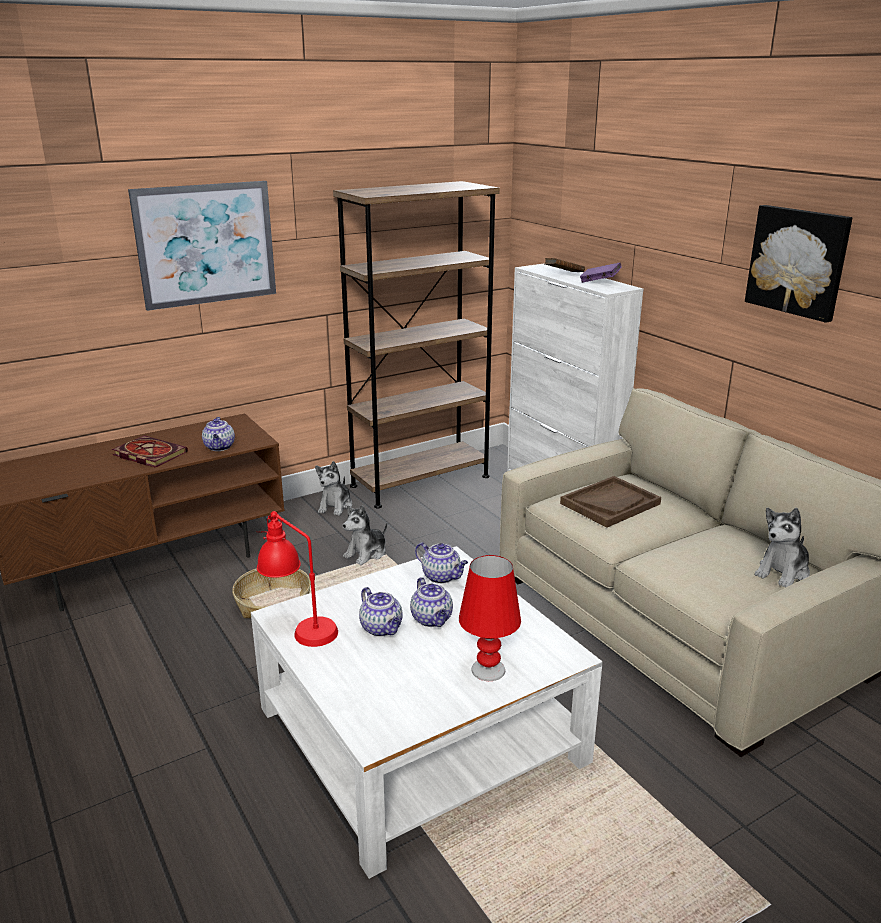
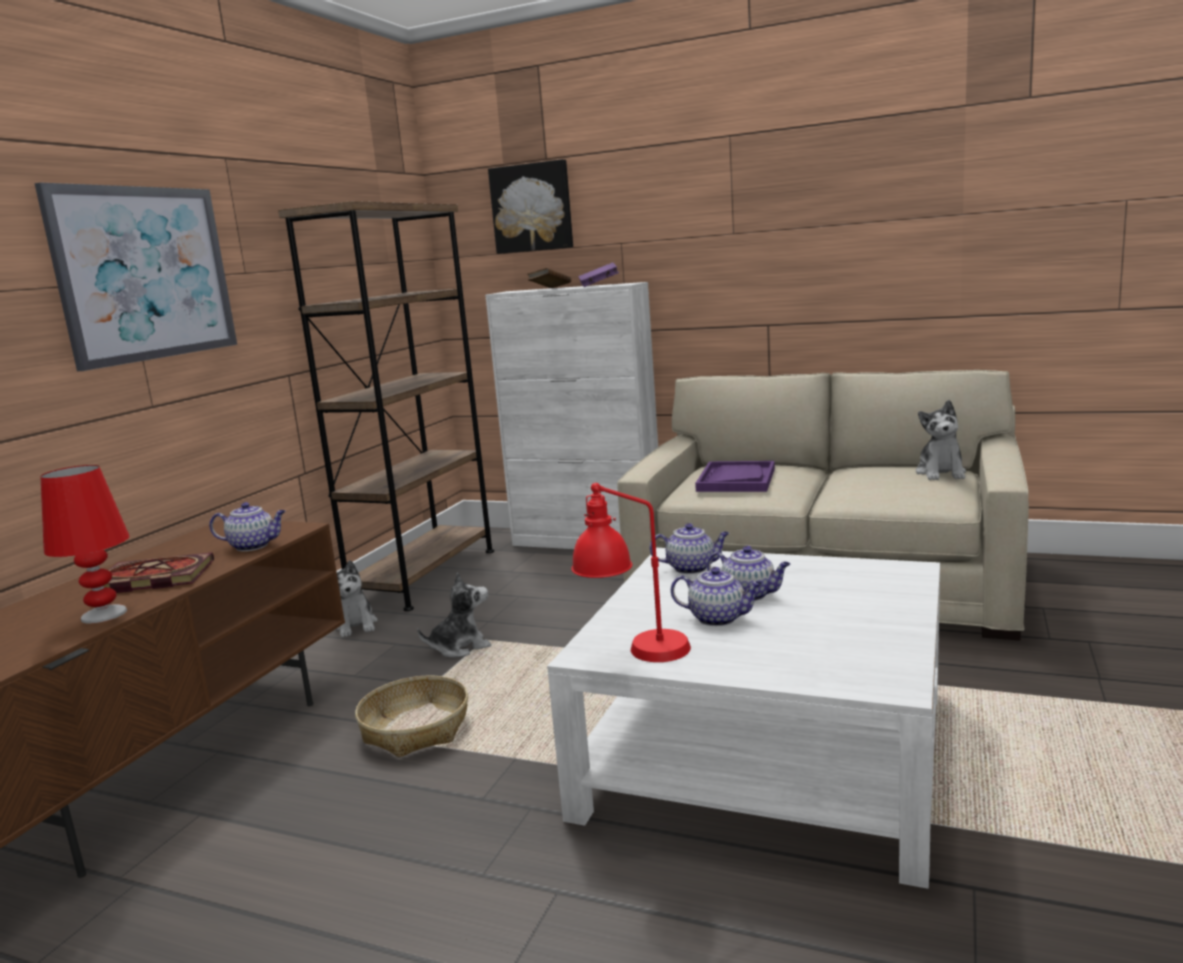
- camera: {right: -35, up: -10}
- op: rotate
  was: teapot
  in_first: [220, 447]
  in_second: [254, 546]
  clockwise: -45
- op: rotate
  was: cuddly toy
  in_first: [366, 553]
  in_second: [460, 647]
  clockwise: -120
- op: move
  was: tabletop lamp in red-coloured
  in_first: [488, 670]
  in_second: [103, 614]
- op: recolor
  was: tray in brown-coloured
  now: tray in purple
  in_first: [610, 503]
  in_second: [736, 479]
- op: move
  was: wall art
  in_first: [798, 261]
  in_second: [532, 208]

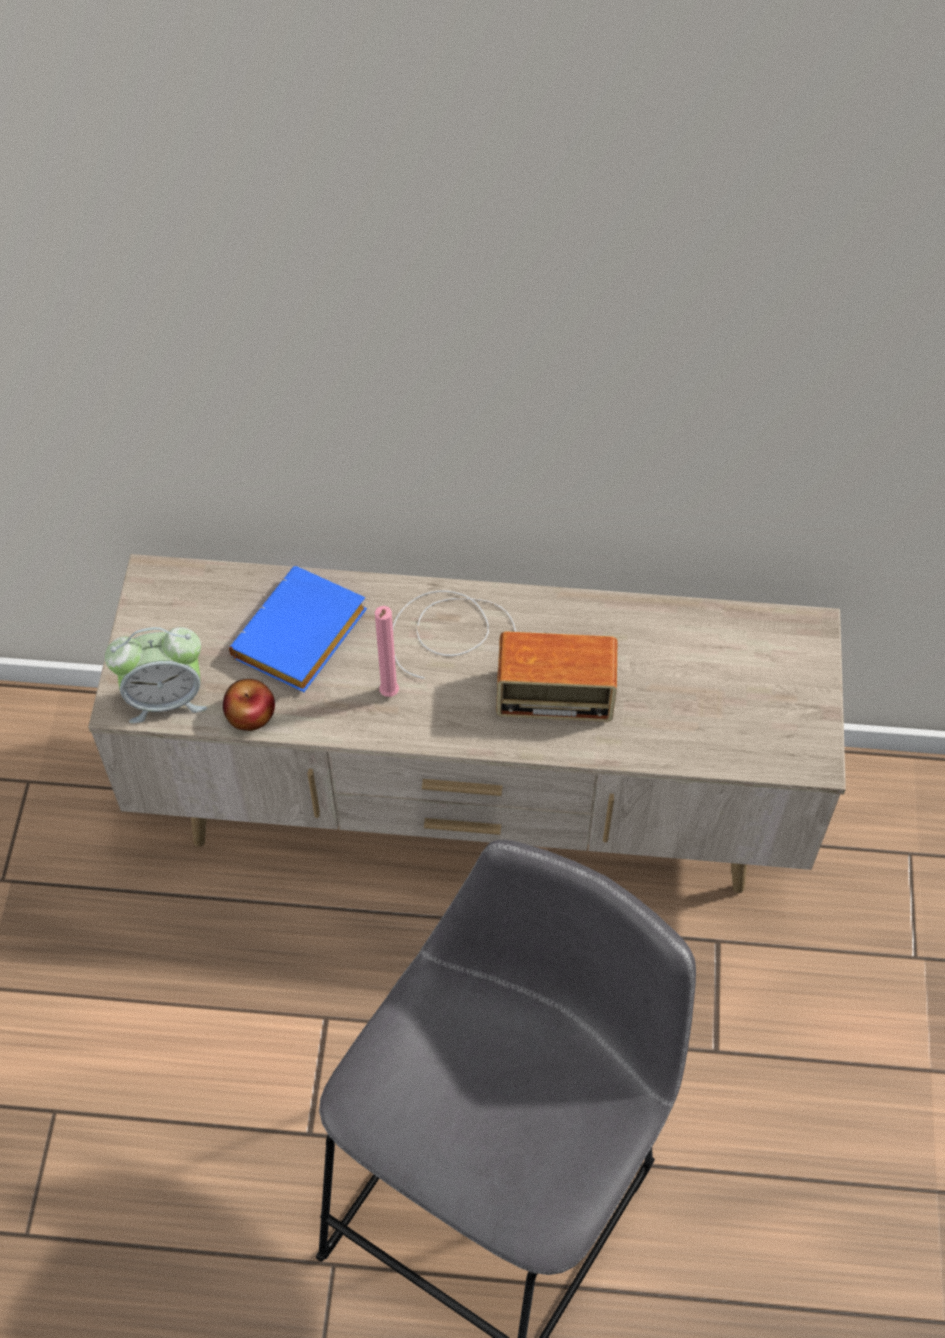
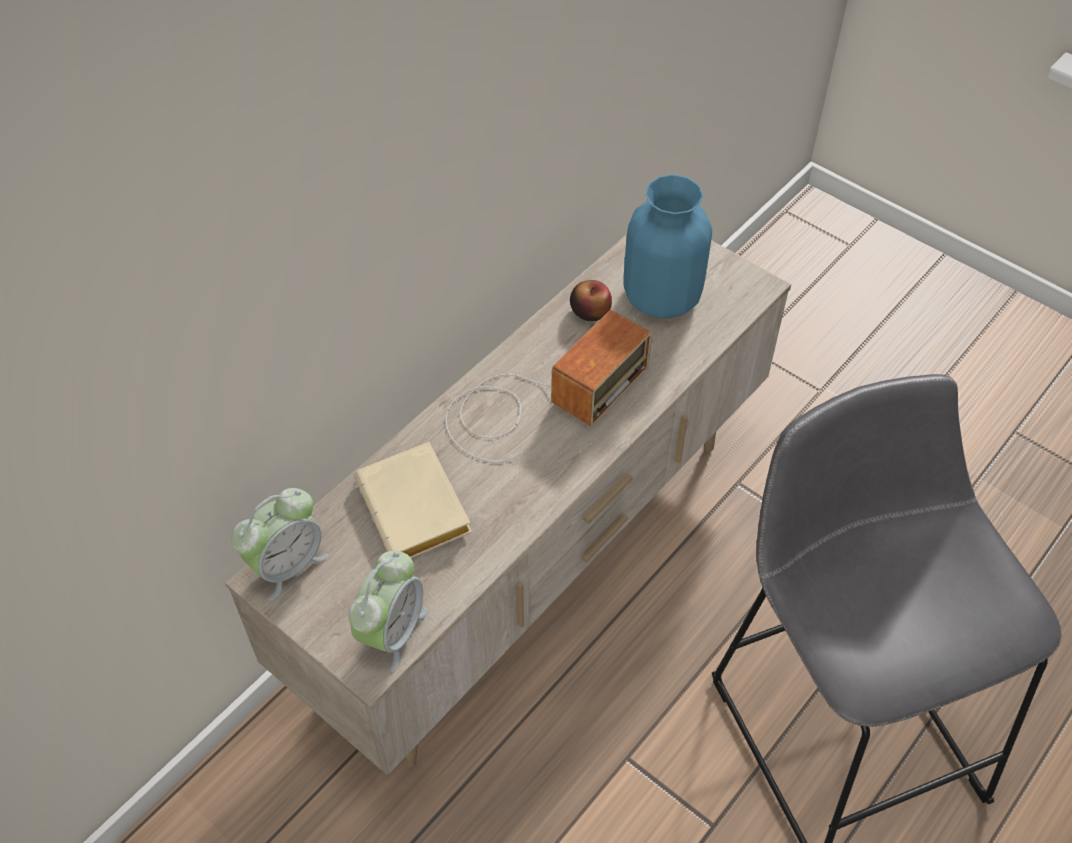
- camera: {right: -55, up: -5}
- op: move
  was: apple fruit
  in_first: [251, 715]
  in_second: [590, 311]
- op: recolor
  was: bound book in bluish
  now: bound book in beige
  in_first: [301, 640]
  in_second: [418, 510]
- op: delete
  was: wax candle in pink
  in_first: [388, 695]
- op: insert
  now: table clock
  in_second: [287, 565]
- op: insert
  now: flower vase in bluish
  in_second: [662, 297]

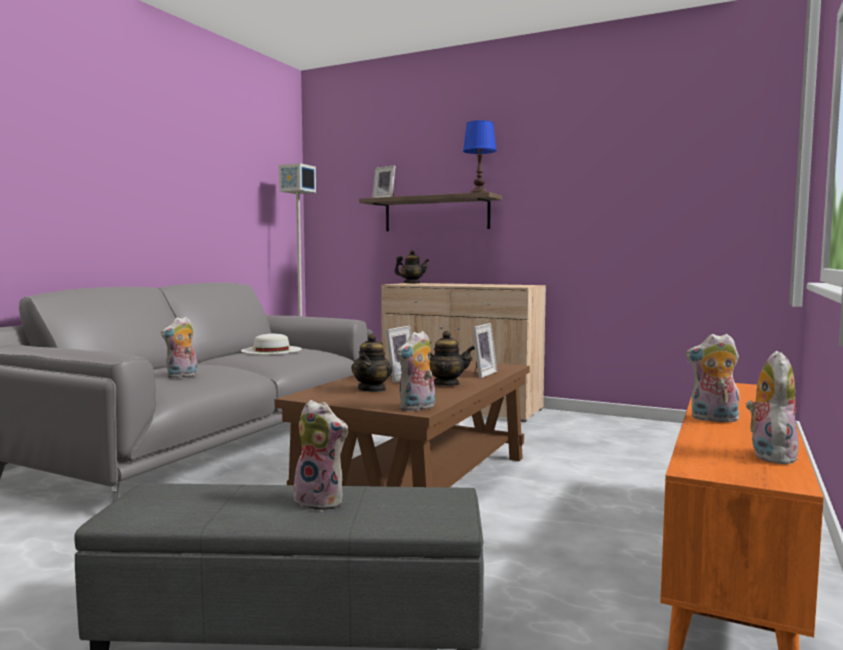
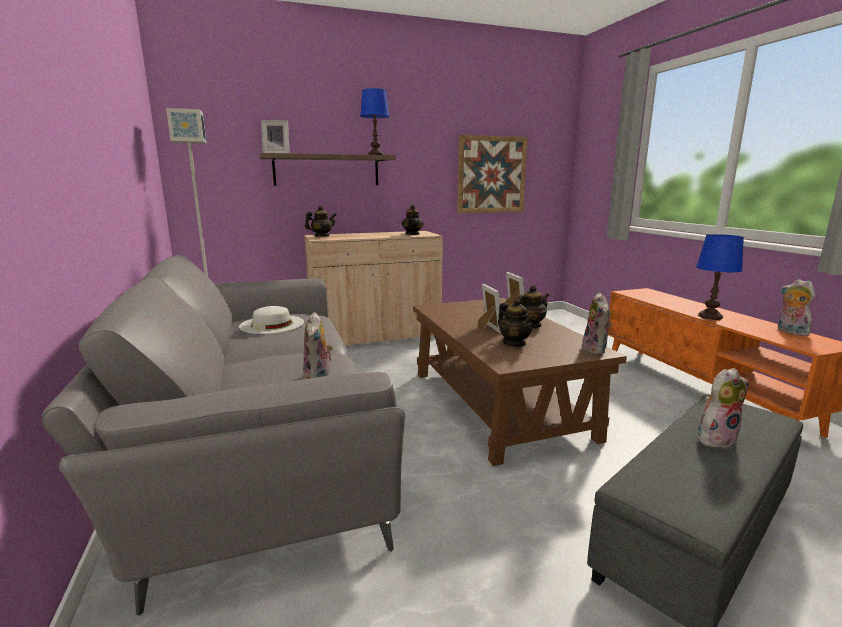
- camera: {right: -45, up: 10}
- op: replace
  was: cuddly toy
  now: tabletop lamp in bluish
  in_first: [713, 419]
  in_second: [710, 316]
- op: insert
  now: teapot
  in_second: [412, 234]
- op: insert
  now: wall art
  in_second: [491, 175]

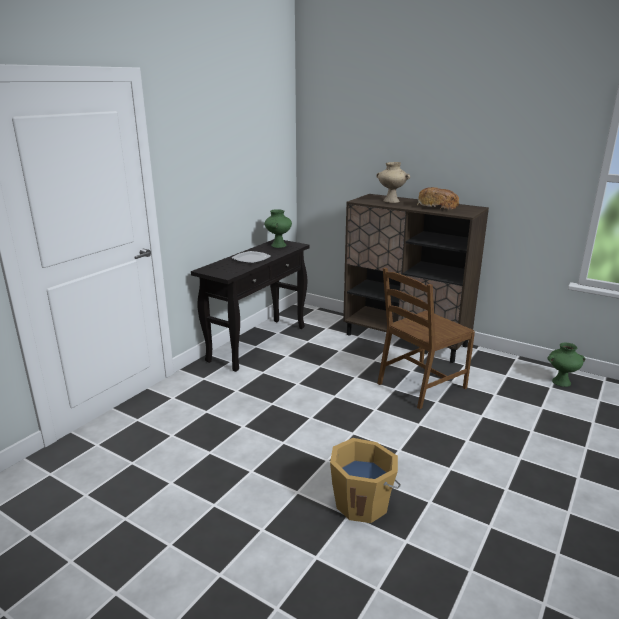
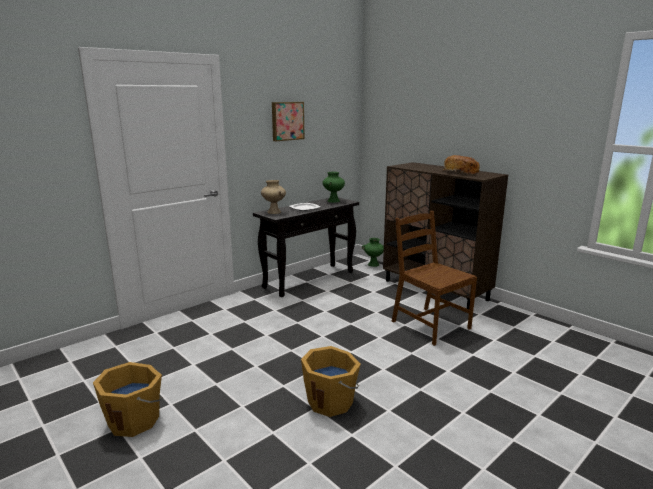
- camera: {right: 15, up: -5}
- op: move
  was: flower vase in beige
  in_first: [390, 201]
  in_second: [273, 212]
- op: rotate
  was: plain chair in brown-coloured
  in_first: [420, 386]
  in_second: [429, 325]
  clockwise: 75
- op: move
  was: flower vase in greenish
  in_first: [561, 382]
  in_second: [373, 264]
- op: insert
  now: pail in orangey
  in_second: [135, 420]
- op: insert
  now: wall art
  in_second: [287, 121]

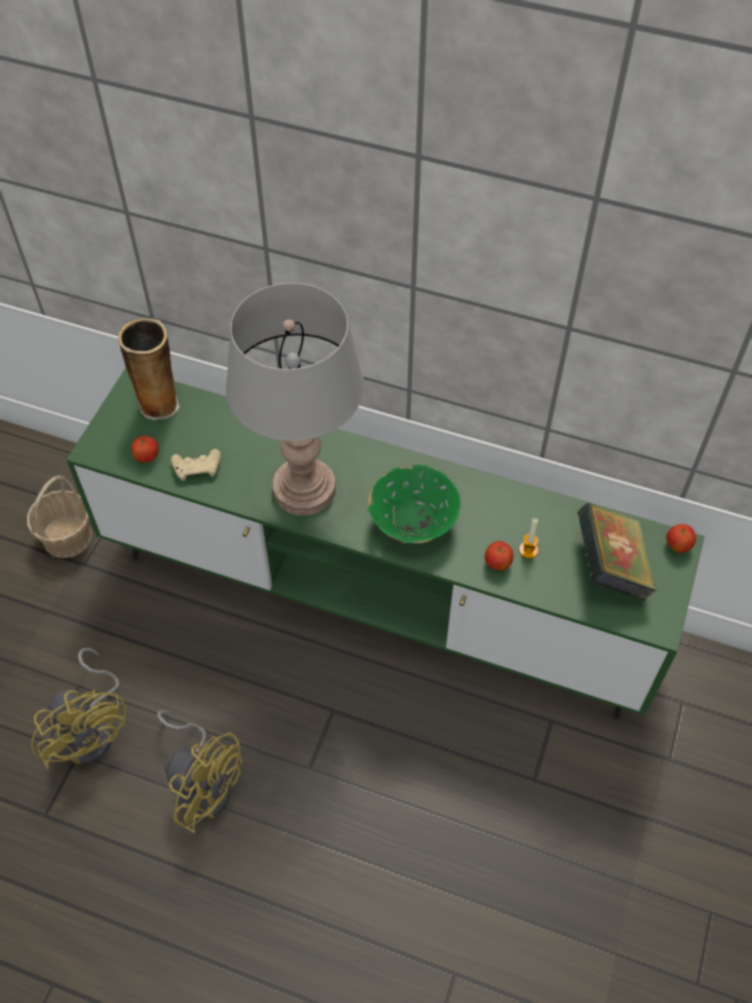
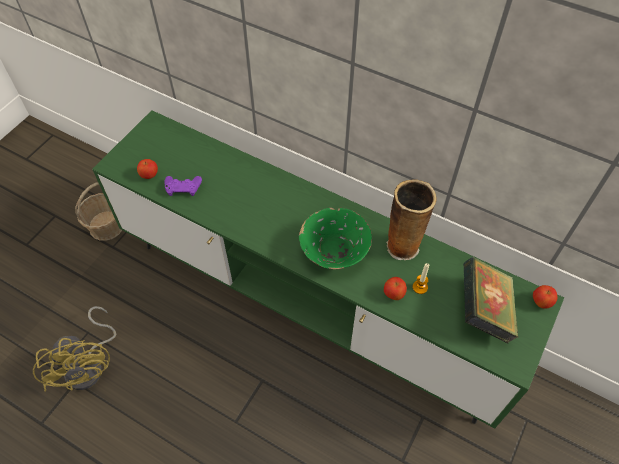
- camera: {right: 10, up: 0}
- op: move
  was: flower vase
  in_first: [160, 404]
  in_second: [403, 246]
- op: delete
  was: electric fan in yellow
  in_first: [203, 782]
- op: recolor
  was: joypad in beige
  now: joypad in purple
  in_first: [197, 467]
  in_second: [183, 188]
- op: delete
  was: tabletop lamp in grey
  in_first: [304, 489]

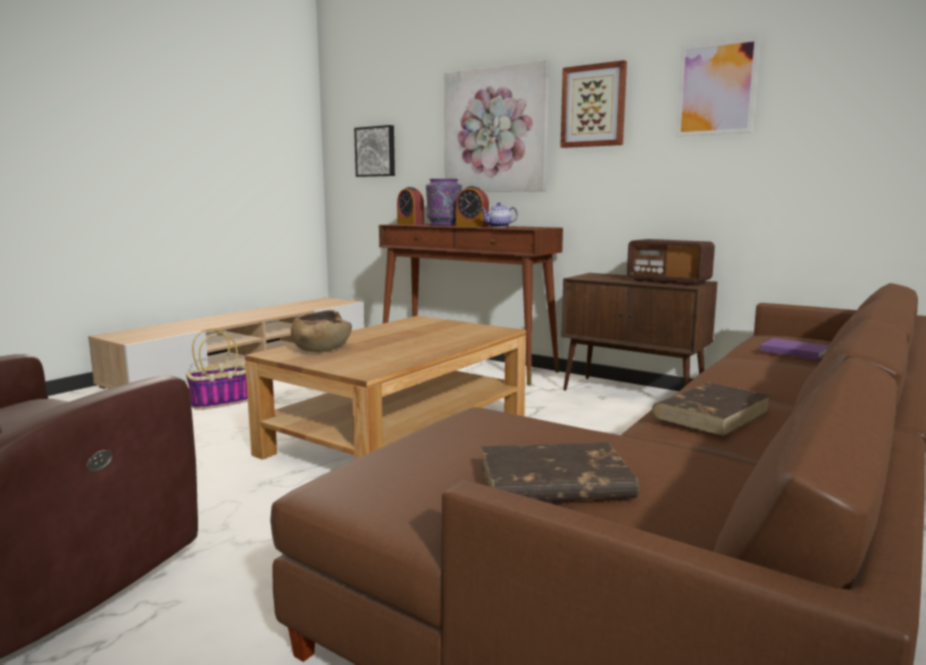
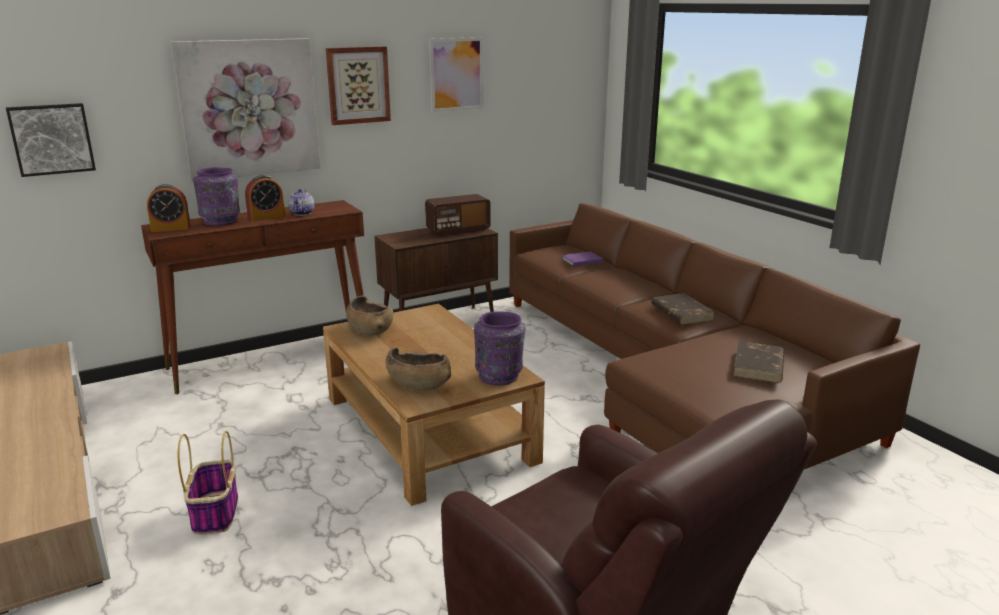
- camera: {right: -65, up: 10}
- op: insert
  now: bowl in brown-coloured
  in_second: [370, 329]
- op: insert
  now: flower vase in purple
  in_second: [500, 376]

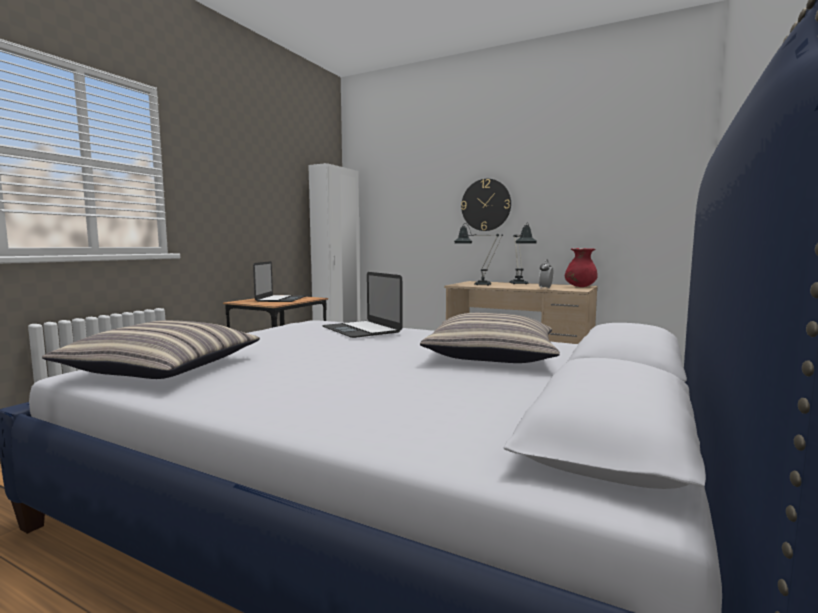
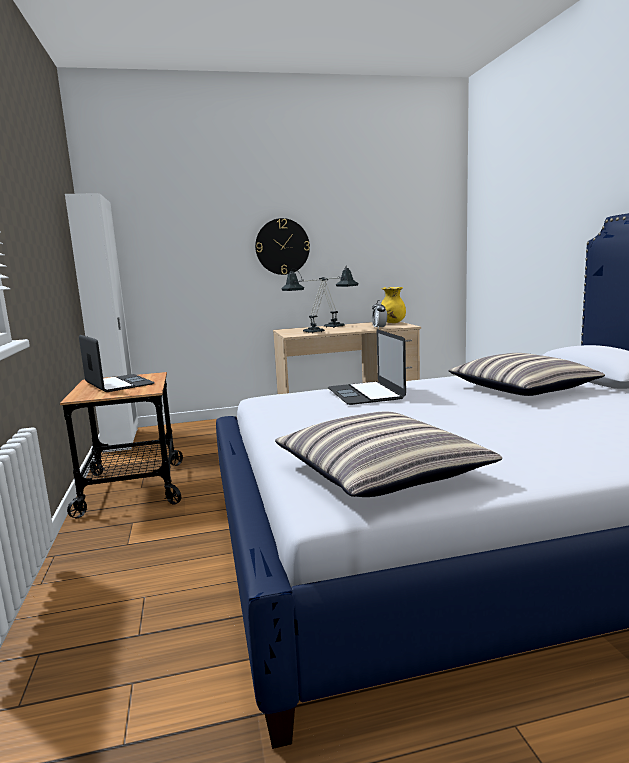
- camera: {right: -40, up: 5}
- op: rotate
  was: laptop
  in_first: [361, 329]
  in_second: [365, 393]
  clockwise: 60
- op: recolor
  was: flower vase in red-coloured
  now: flower vase in yellow
  in_first: [580, 287]
  in_second: [392, 323]

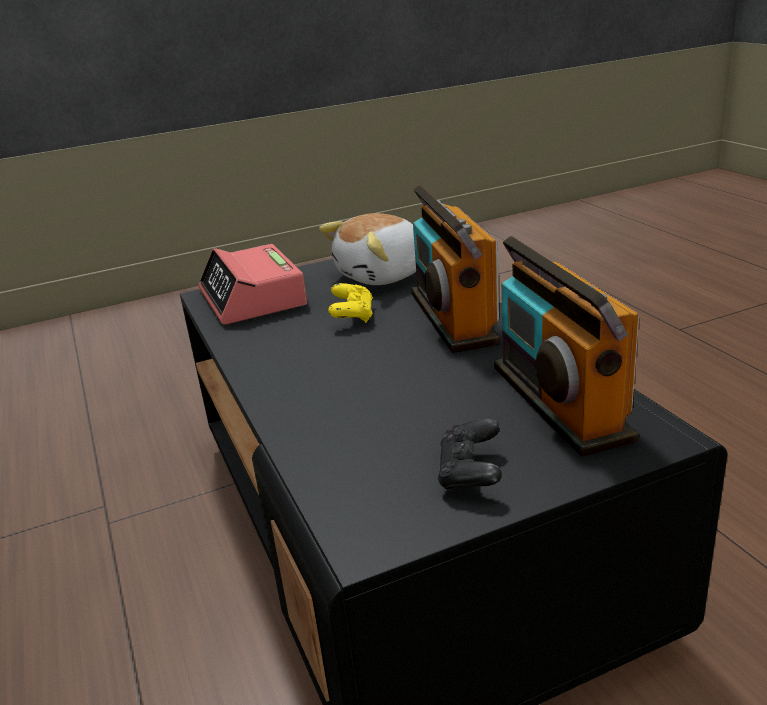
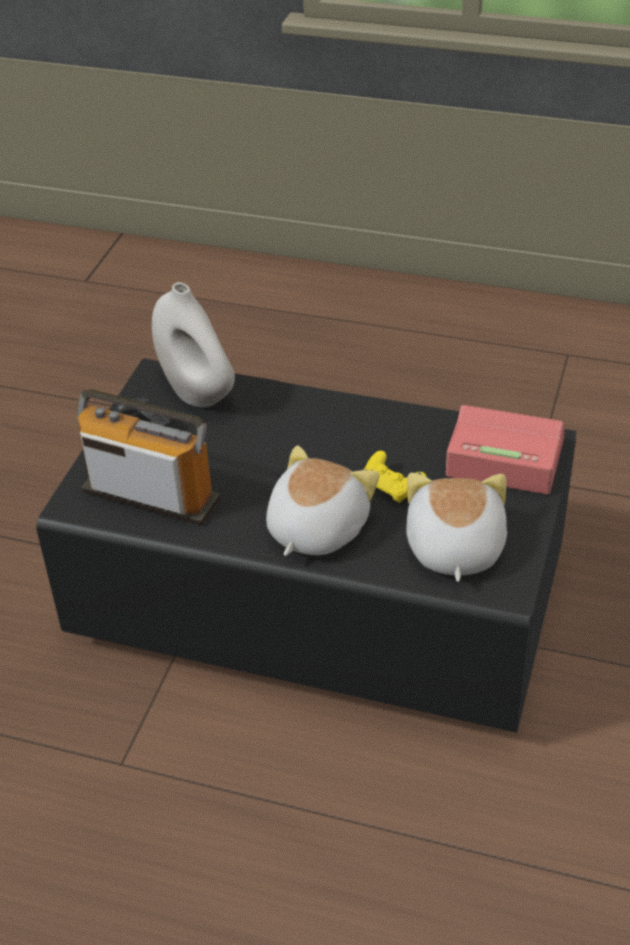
- camera: {right: 130, up: 15}
- op: replace
  was: radio set
  now: cuddly toy
  in_first: [452, 318]
  in_second: [315, 529]
- op: insert
  now: flower vase in whitish
  in_second: [197, 392]

